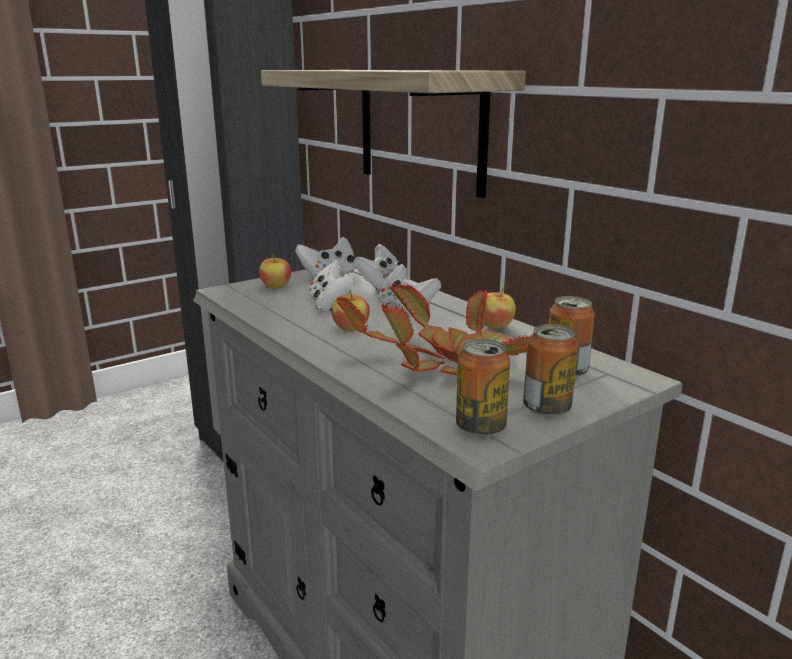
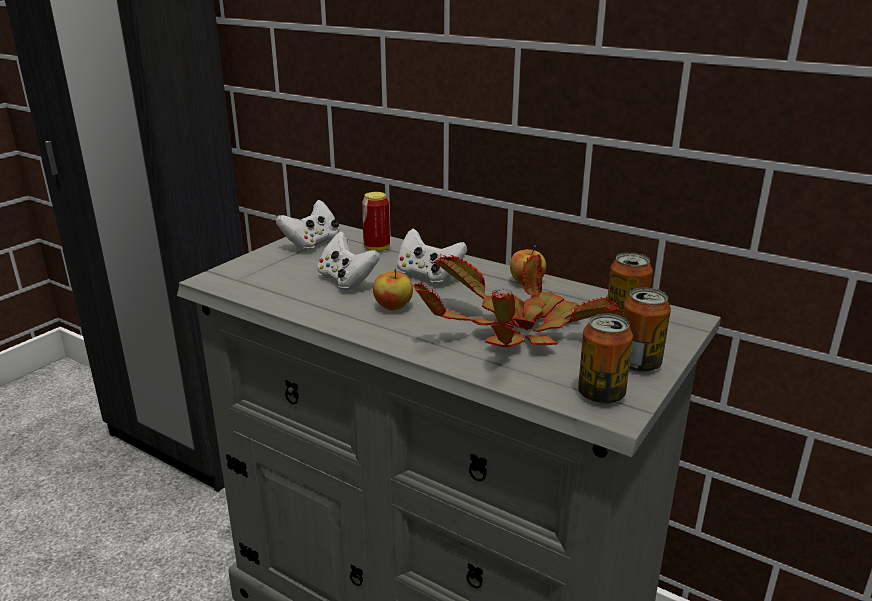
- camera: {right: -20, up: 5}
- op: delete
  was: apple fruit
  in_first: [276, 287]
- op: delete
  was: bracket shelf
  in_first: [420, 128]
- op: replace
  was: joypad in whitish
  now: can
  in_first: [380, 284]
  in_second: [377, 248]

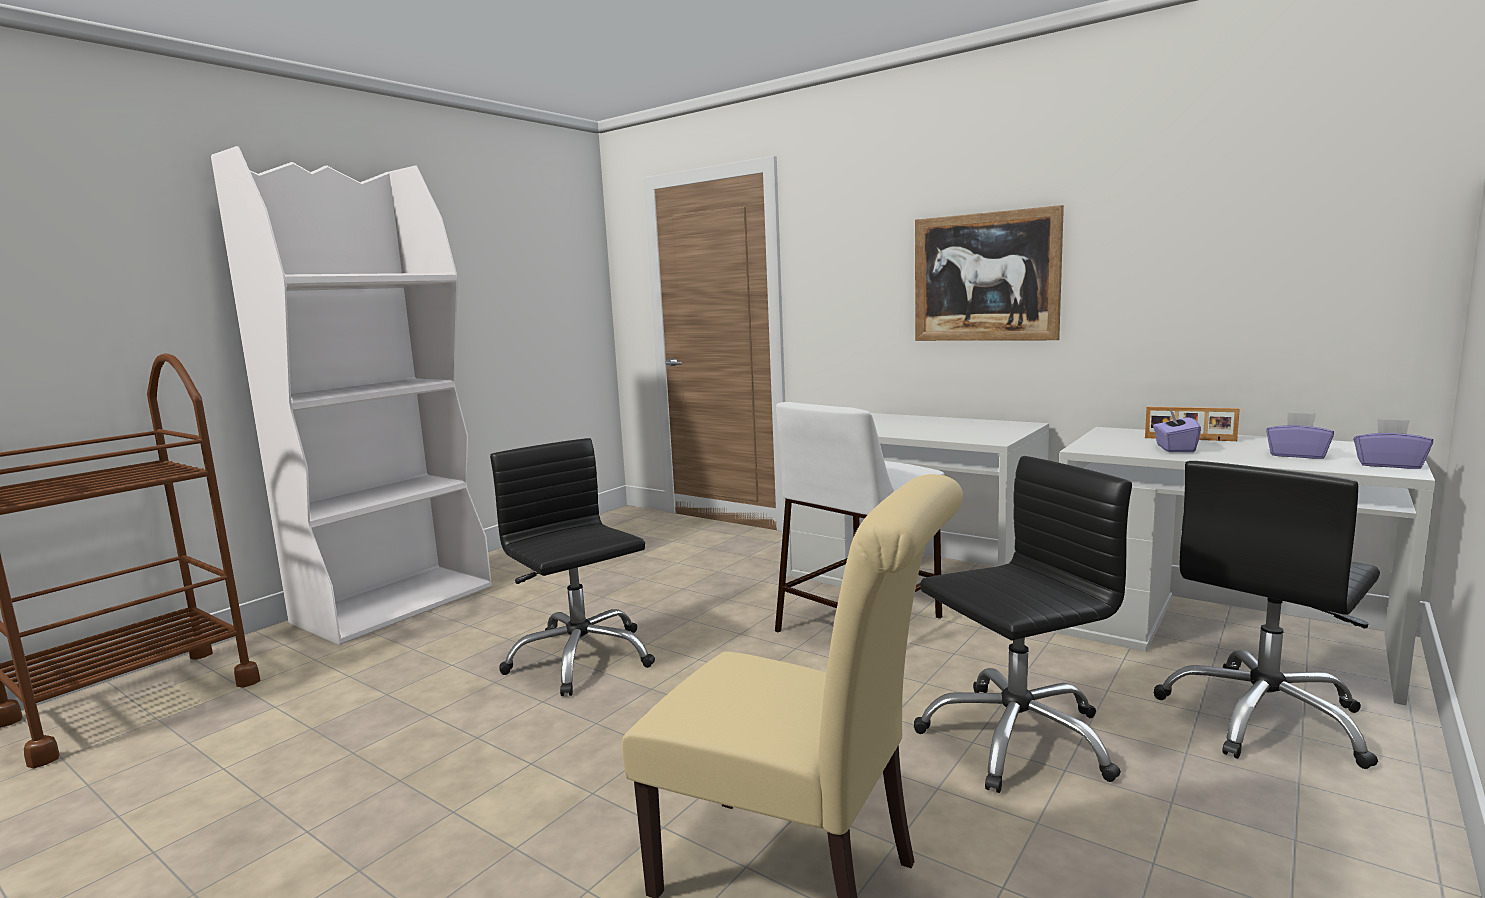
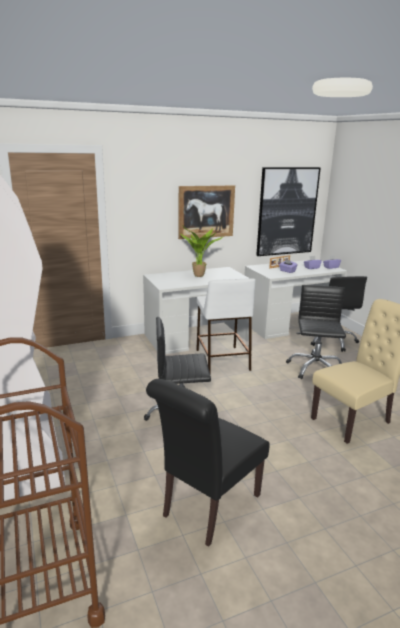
- camera: {right: -60, up: 10}
- op: insert
  now: plain chair in blackish
  in_second: [207, 508]
- op: insert
  now: potted plant
  in_second: [199, 276]
- op: insert
  now: wall art
  in_second: [287, 211]

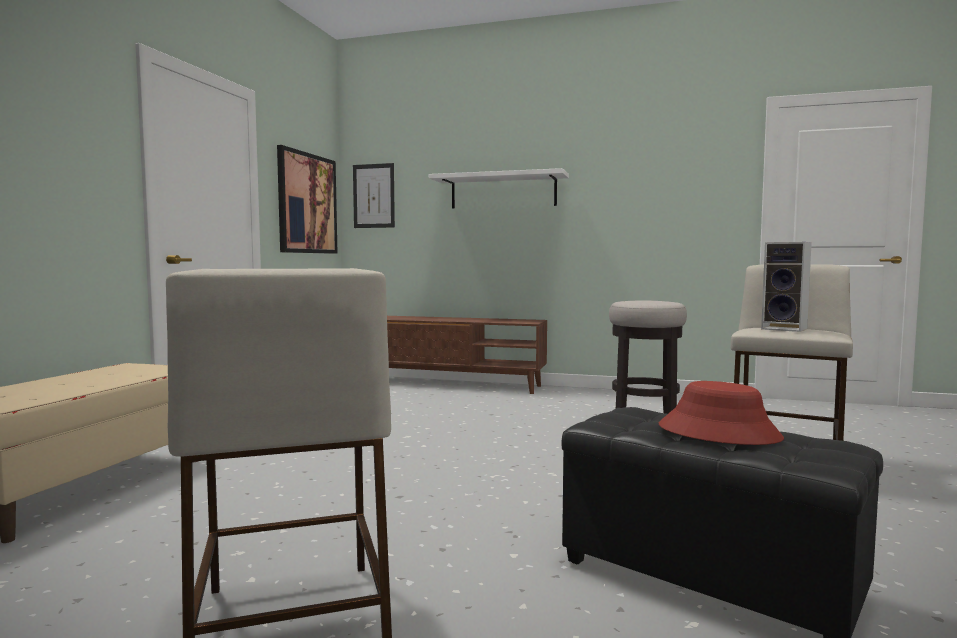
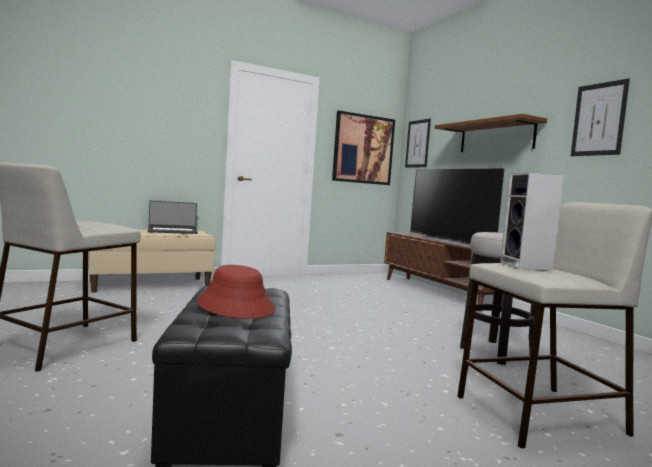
- camera: {right: 45, up: 0}
- op: recolor
  was: bracket shelf in whitish
  now: bracket shelf in brown-coloured
  in_first: [503, 191]
  in_second: [496, 137]
- op: insert
  now: laptop
  in_second: [172, 231]
- op: insert
  now: TV
  in_second: [451, 241]
- op: insert
  now: wall art
  in_second: [599, 119]

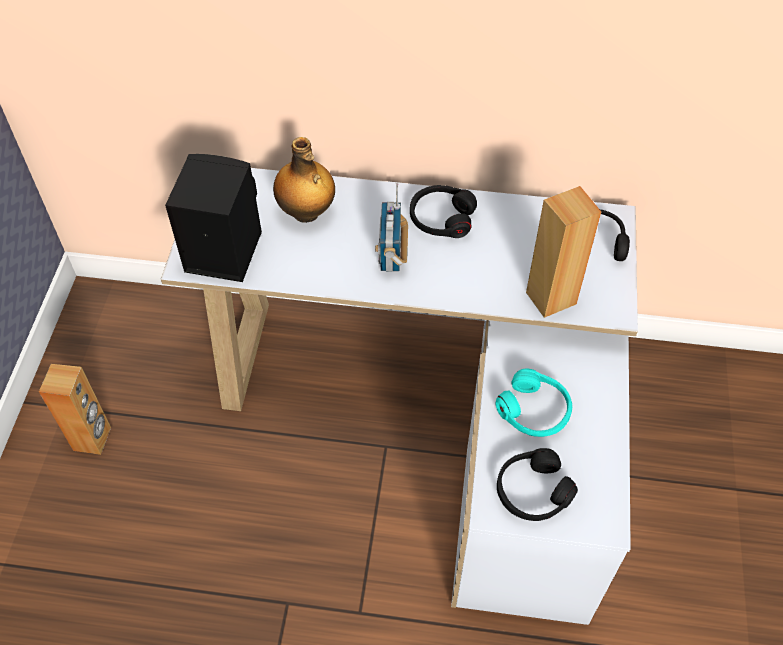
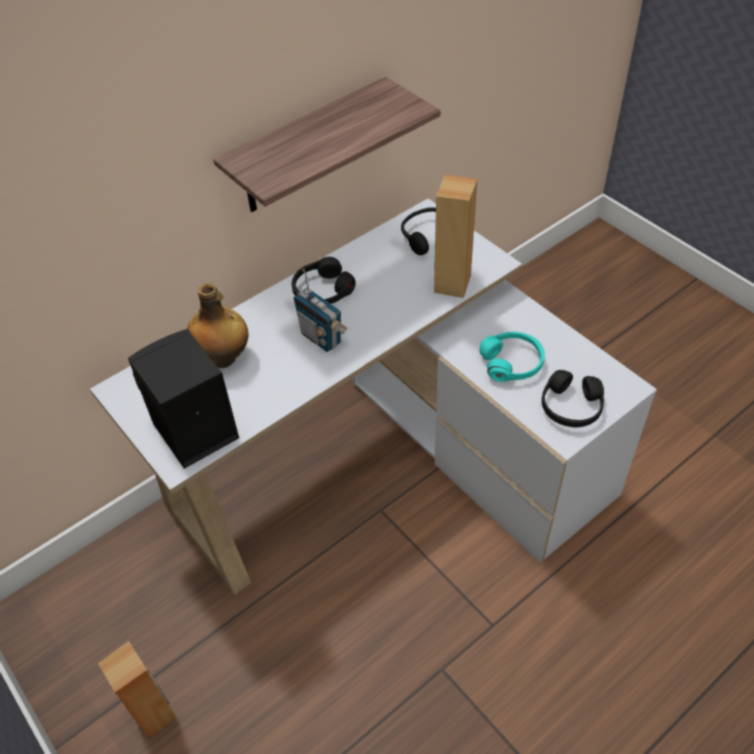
- camera: {right: -45, up: -5}
- op: insert
  now: bracket shelf
  in_second: [307, 148]

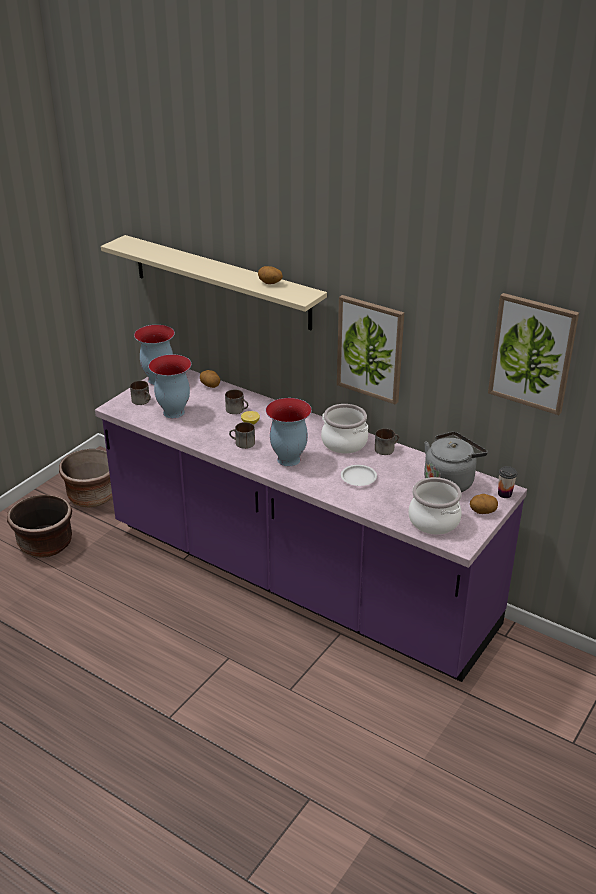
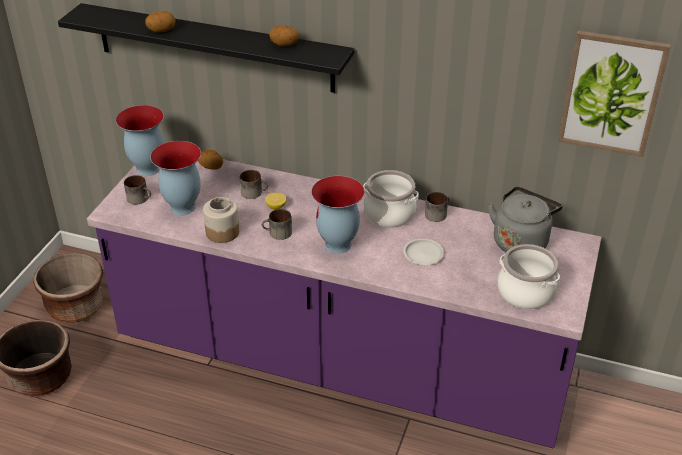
- camera: {right: -15, up: 5}
- op: recolor
  was: bracket shelf in beige
  now: bracket shelf in blackish
  in_first: [221, 282]
  in_second: [214, 48]
- op: delete
  was: wall art
  in_first: [370, 349]
- op: move
  was: whole potato
  in_first: [482, 512]
  in_second: [161, 31]
- op: delete
  was: cup
  in_first: [504, 494]
- op: insert
  now: preserve jar
  in_second: [222, 232]

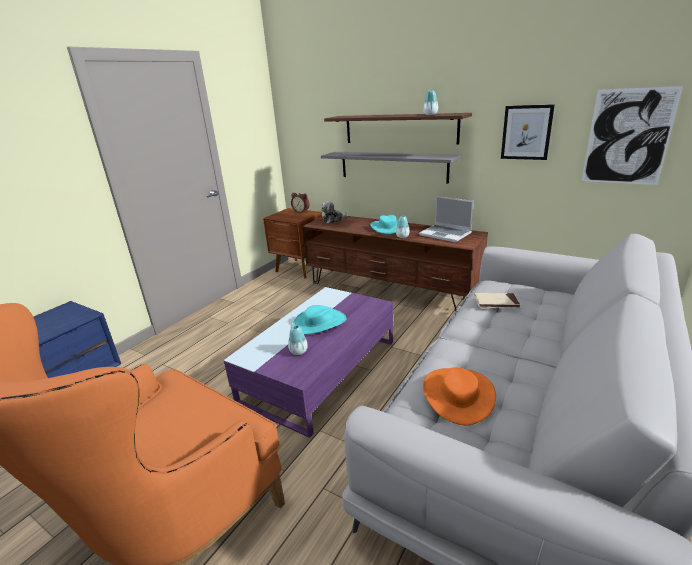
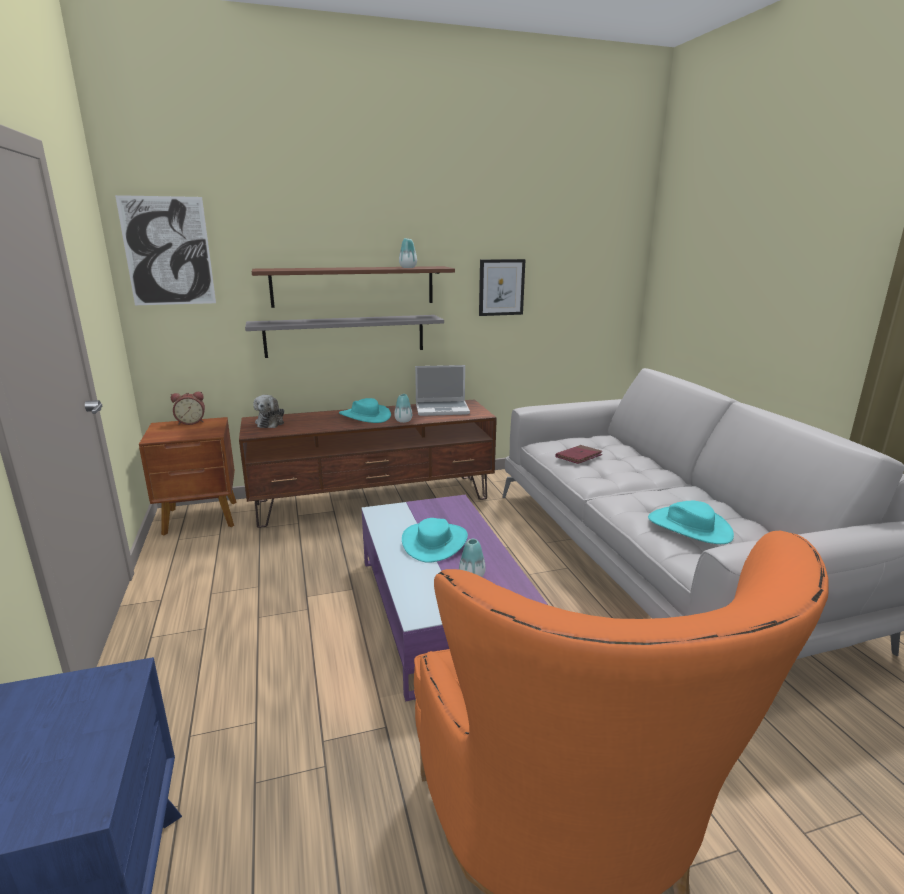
- camera: {right: -50, up: -5}
- op: recolor
  was: clothing hat in orangey
  now: clothing hat in turquoise
  in_first: [458, 395]
  in_second: [689, 527]
- op: recolor
  was: bound book in beige
  now: bound book in red-coloured
  in_first: [496, 302]
  in_second: [579, 456]
- op: move
  was: wall art
  in_first: [627, 137]
  in_second: [168, 251]

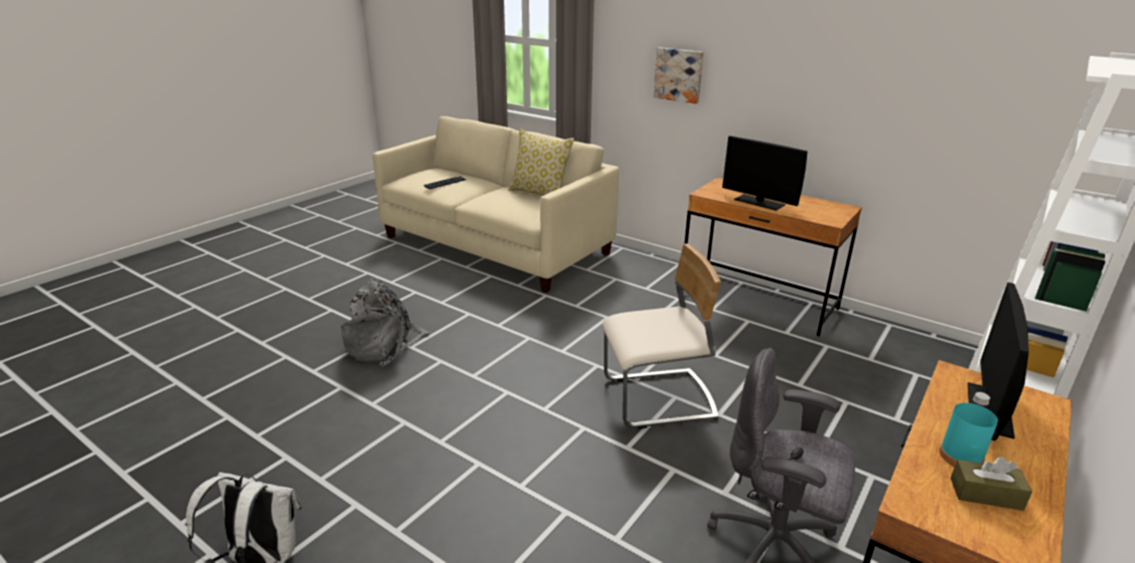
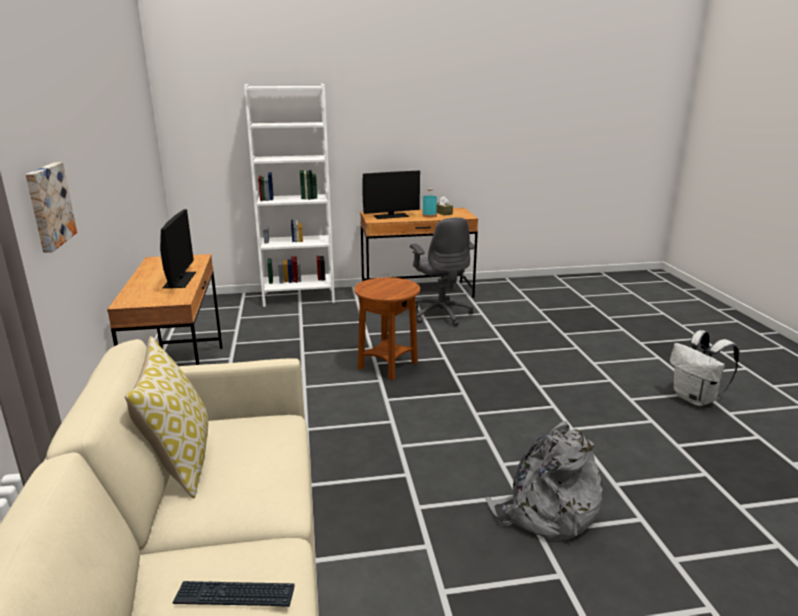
- camera: {right: -135, up: -5}
- op: replace
  was: plain chair in beige
  now: side table in brown-coloured
  in_first: [659, 400]
  in_second: [387, 366]

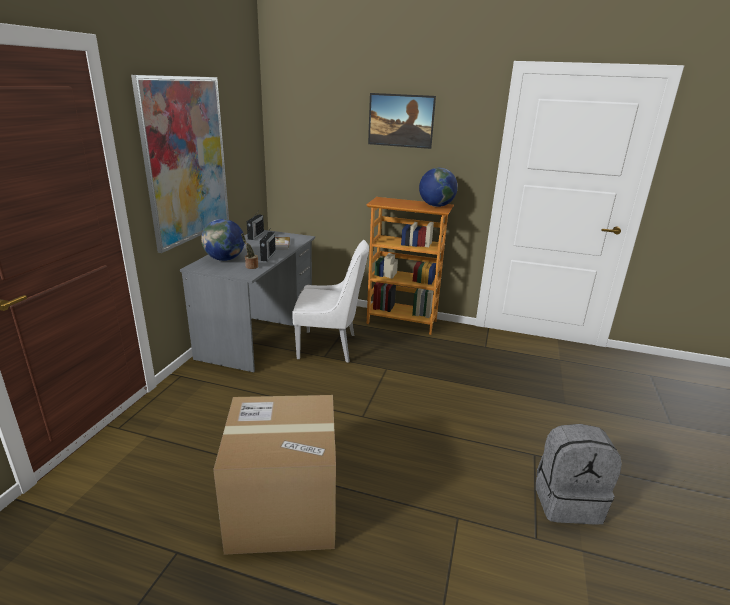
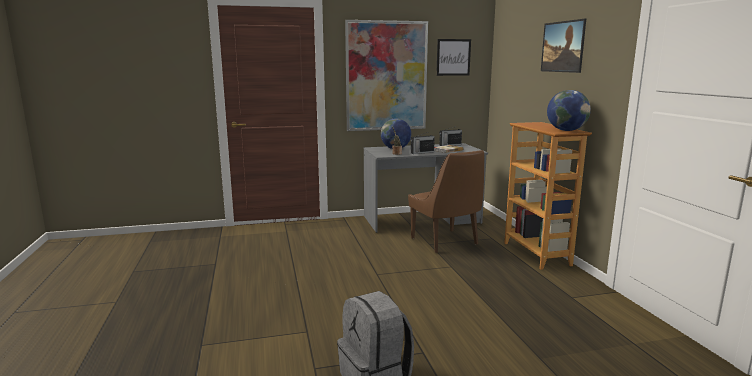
- camera: {right: 60, up: -10}
- op: delete
  was: carton
  in_first: [283, 507]
- op: recolor
  was: plain chair in whitish
  now: plain chair in brown-coloured
  in_first: [330, 346]
  in_second: [445, 242]
- op: insert
  now: wall art
  in_second: [453, 57]

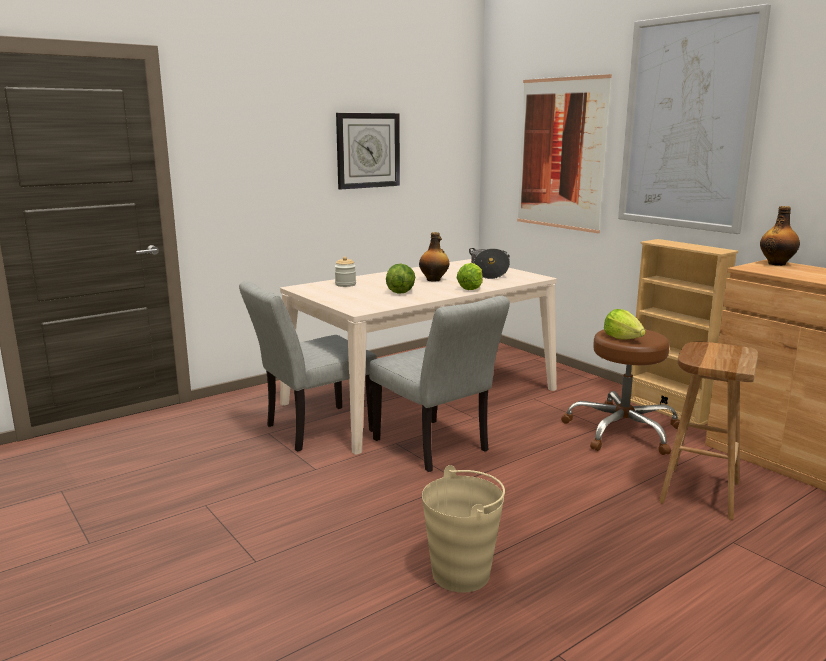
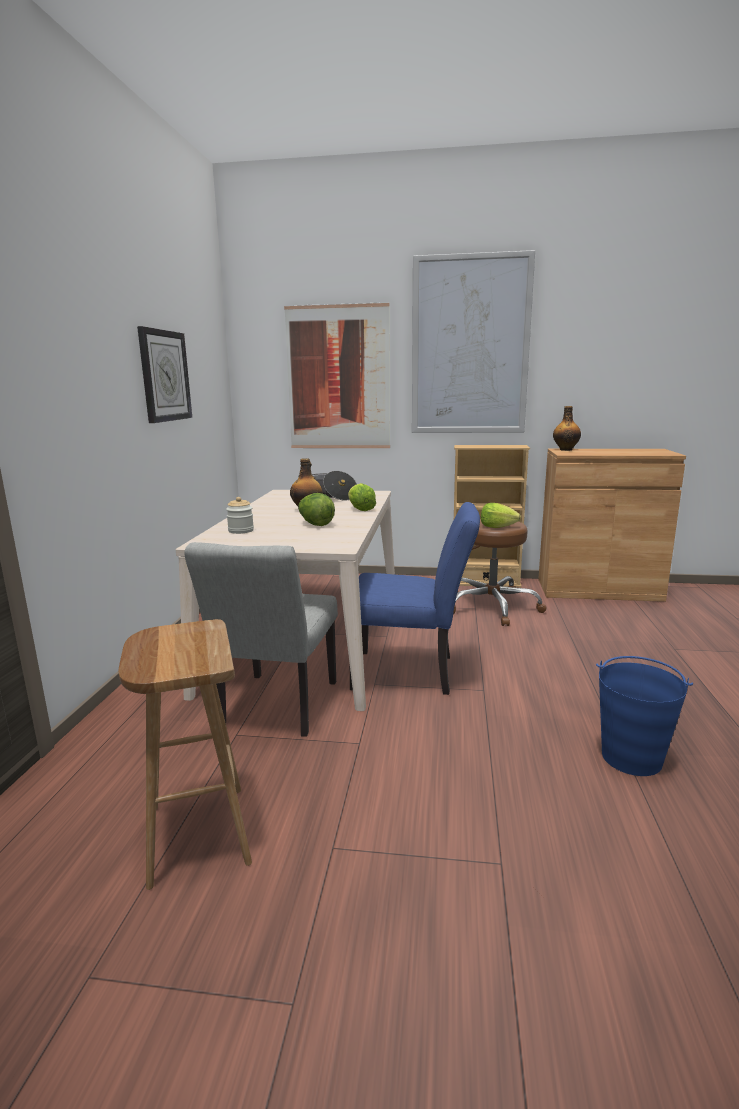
- camera: {right: -45, up: 0}
- op: recolor
  was: plain chair in grey
  now: plain chair in bluish
  in_first: [436, 448]
  in_second: [412, 673]
- op: recolor
  was: pail in beige
  now: pail in bluish
  in_first: [461, 574]
  in_second: [632, 757]
- op: move
  was: stool in brown-coloured
  in_first: [699, 492]
  in_second: [197, 833]

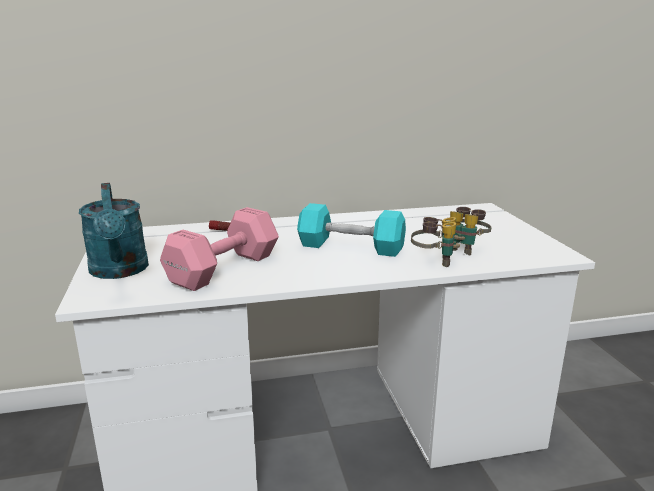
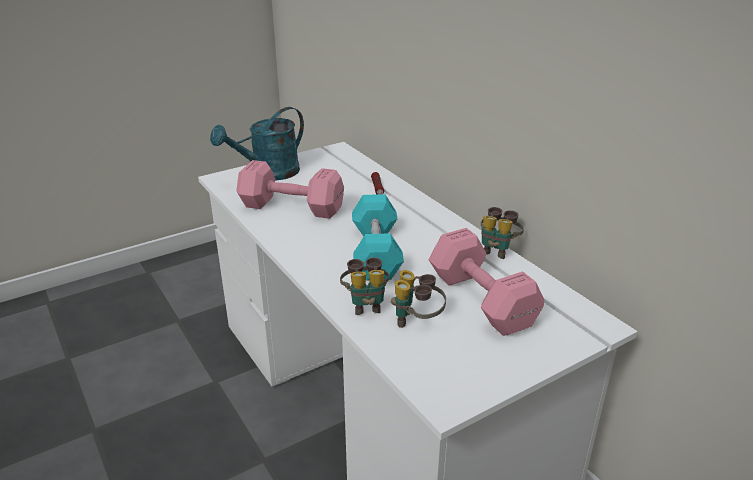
- camera: {right: 70, up: 10}
- op: insert
  now: free weight in pink
  in_second: [480, 298]
- op: insert
  now: pair of binoculars
  in_second: [497, 250]

